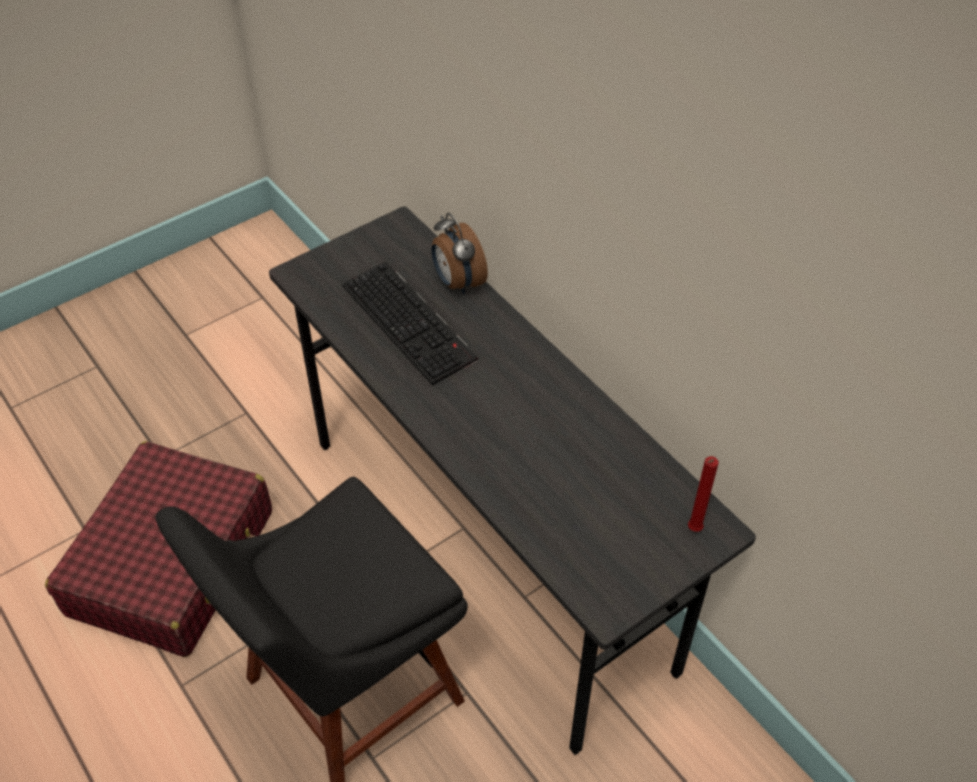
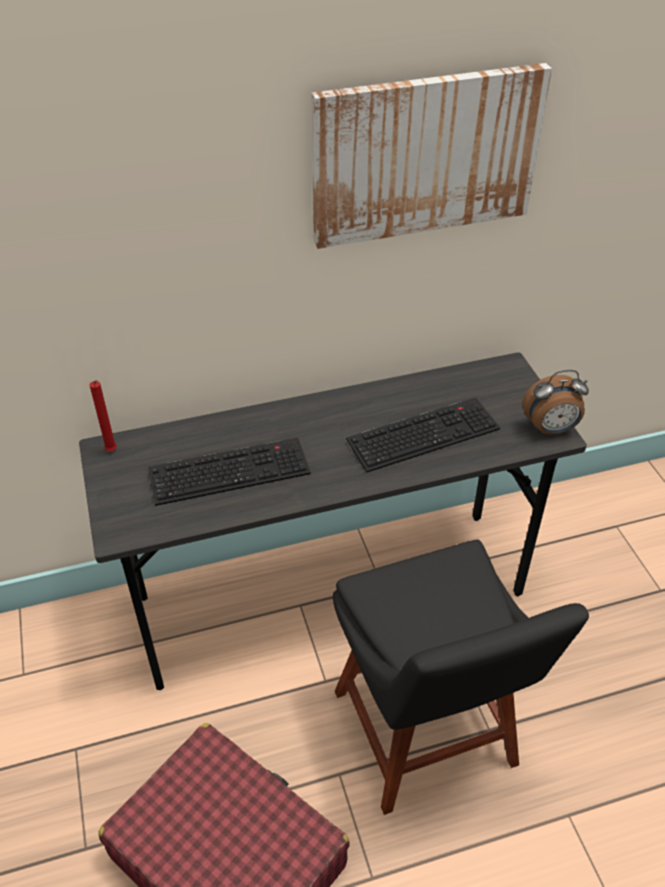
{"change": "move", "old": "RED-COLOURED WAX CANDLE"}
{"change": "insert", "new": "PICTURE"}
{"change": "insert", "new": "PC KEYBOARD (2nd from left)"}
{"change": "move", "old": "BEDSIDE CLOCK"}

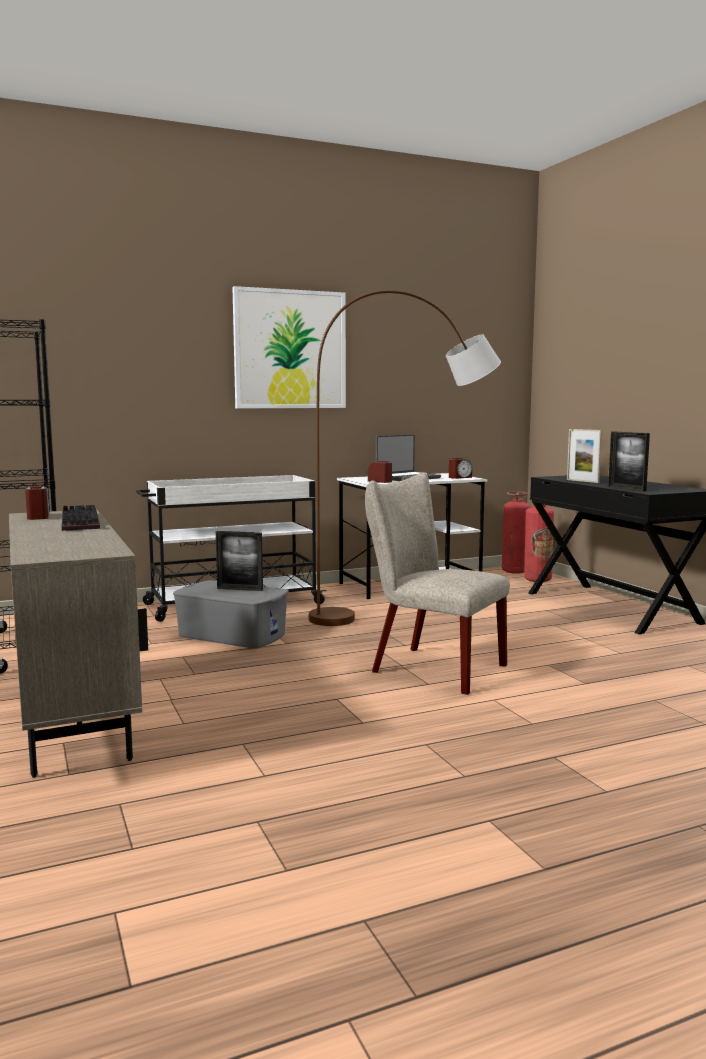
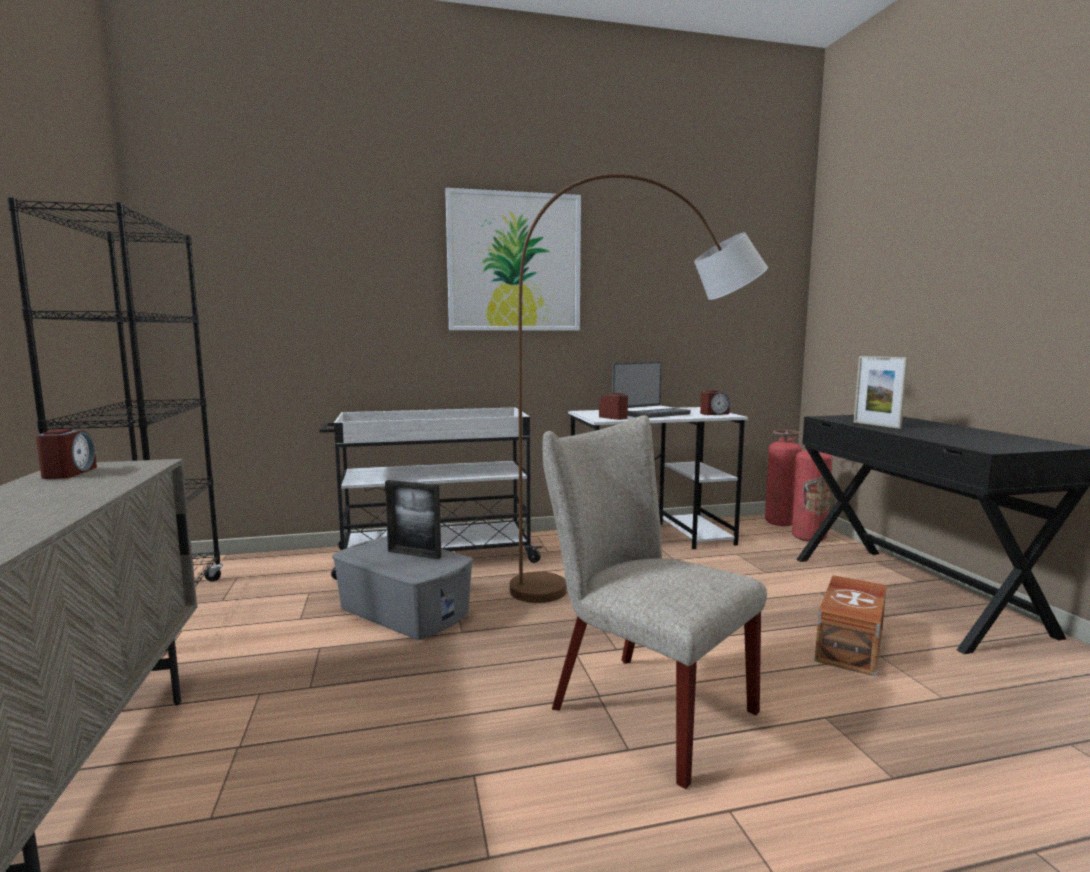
{"change": "insert", "new": "BROWN STORAGE BOX"}
{"change": "delete", "old": "PC KEYBOARD"}
{"change": "delete", "old": "PICTURE FRAME (3rd from left)"}

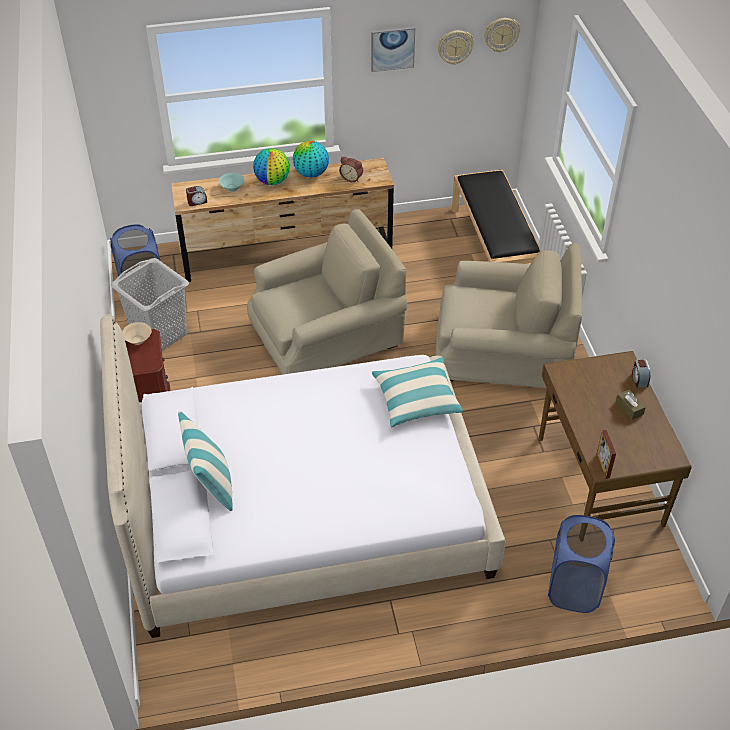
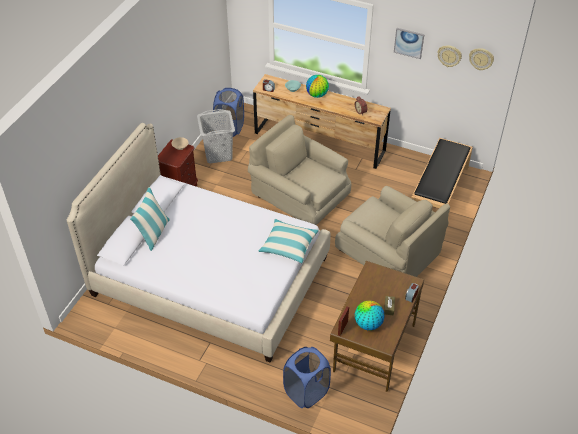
{"change": "rotate", "old": "BEIGE ARMCHAIR (1st from left)", "degrees": -150}
{"change": "move", "old": "GLOBE (2nd from left)"}

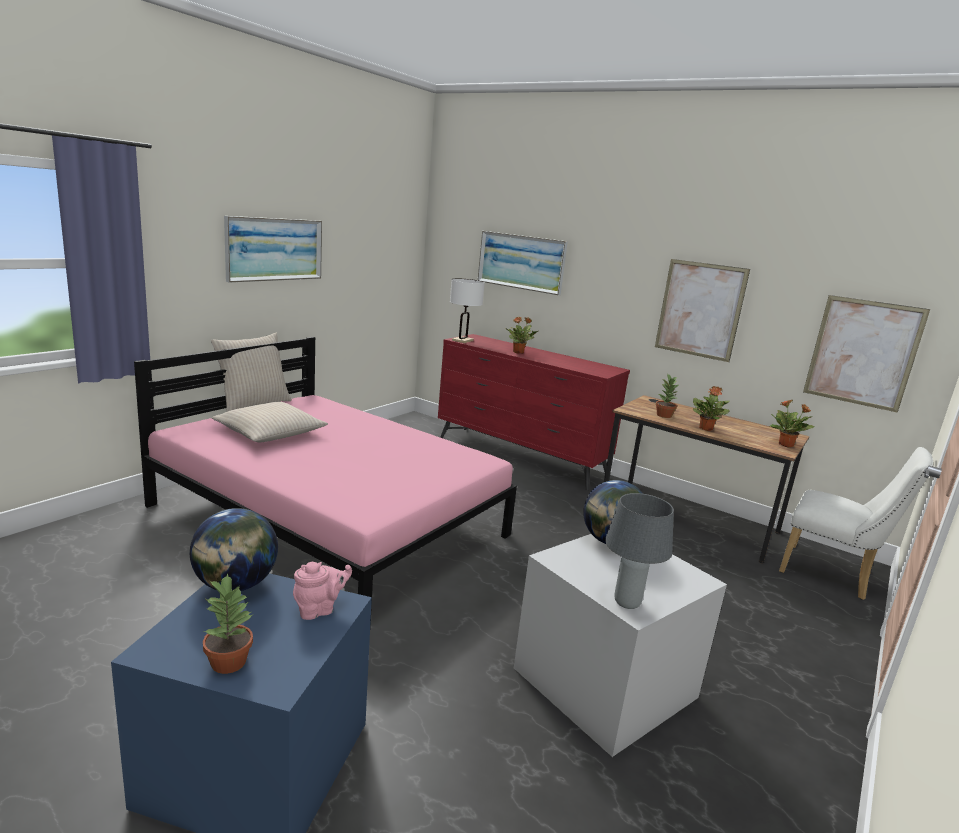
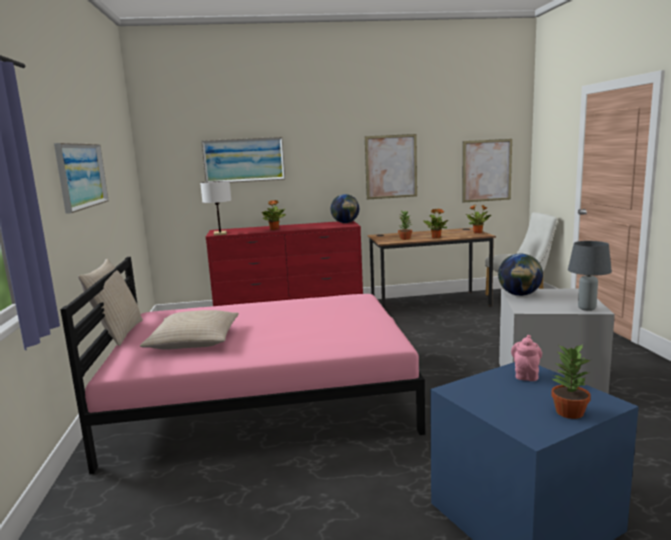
{"change": "move", "old": "GLOBE (1st from left)"}

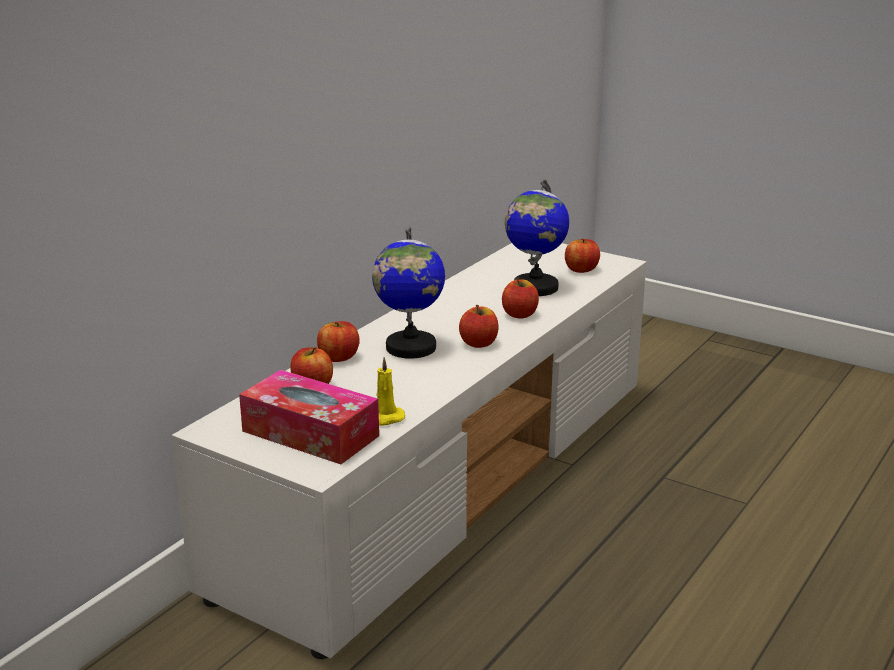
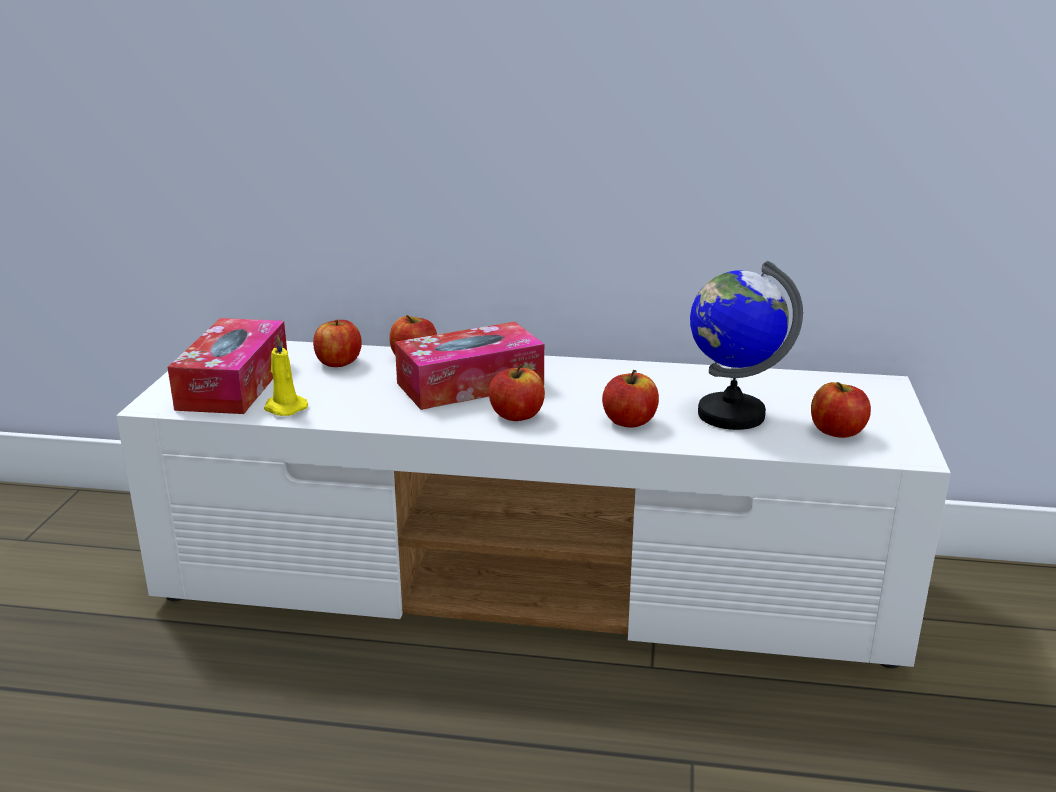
{"change": "replace", "old": "GLOBE (1st from left)", "new": "TISSUE BOX (2nd from left)"}

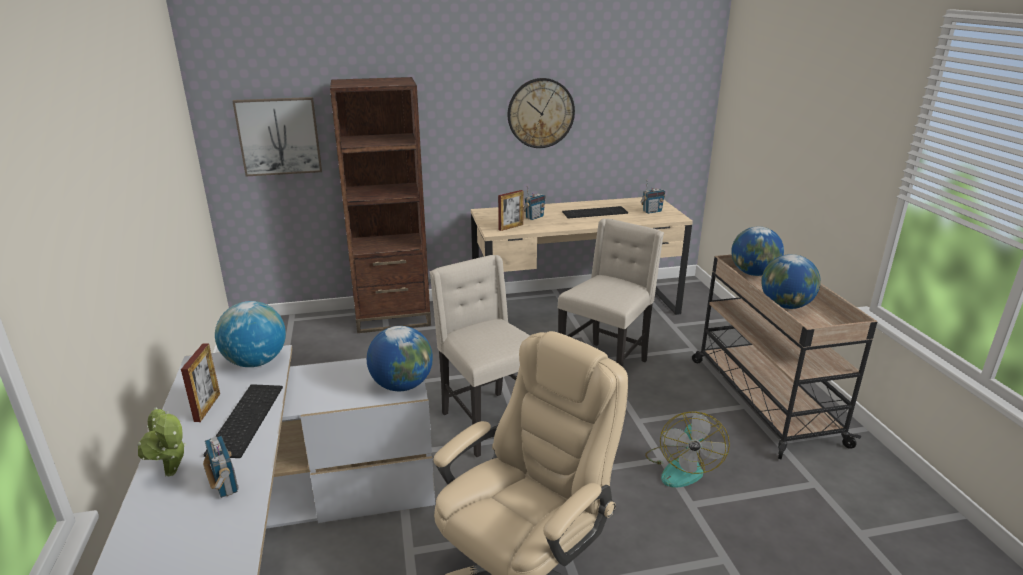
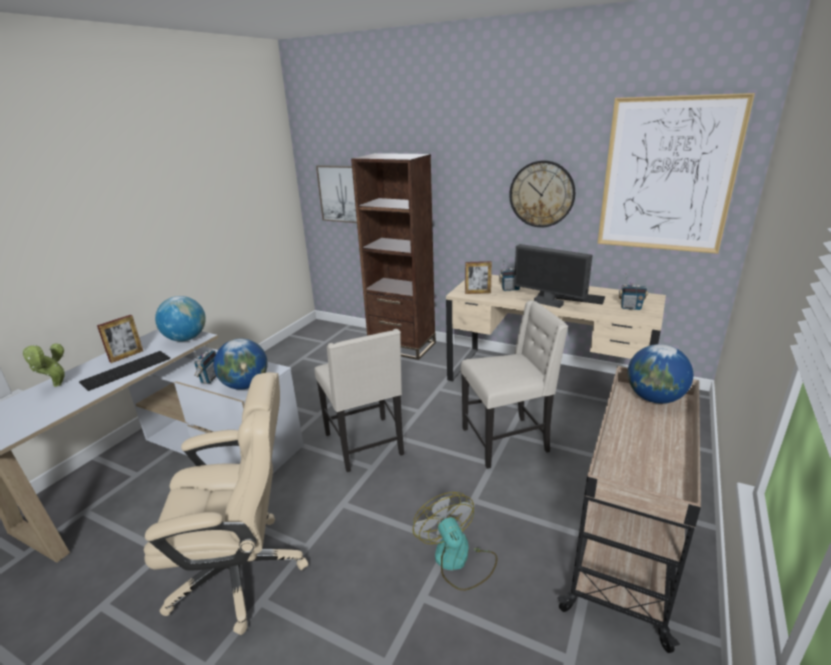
{"change": "move", "old": "RADIO RECEIVER (1st from left)"}
{"change": "rotate", "old": "BEIGE PLAIN CHAIR (1st from left)", "degrees": 150}
{"change": "rotate", "old": "COOLING FAN", "degrees": 105}
{"change": "insert", "new": "MONITOR"}
{"change": "insert", "new": "PICTURE (2nd from left)"}
{"change": "delete", "old": "GLOBE (4th from left)"}

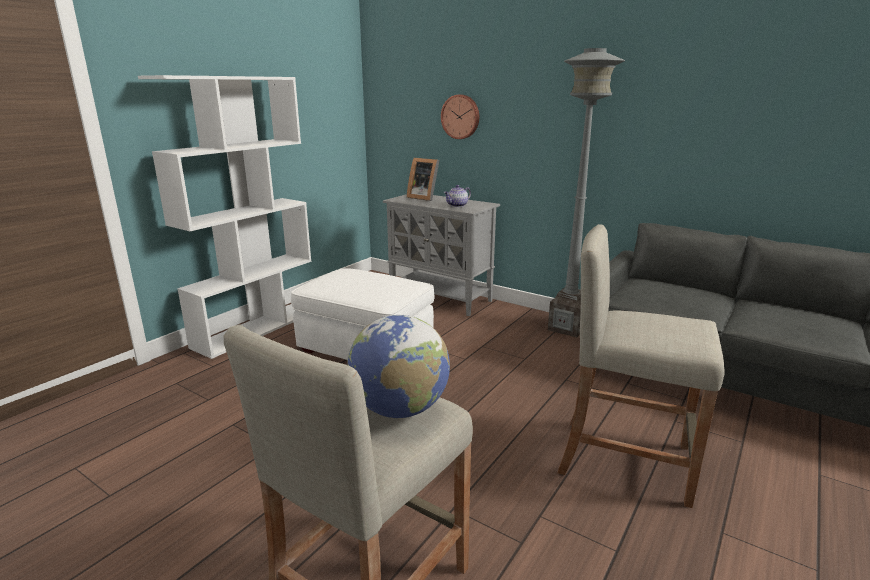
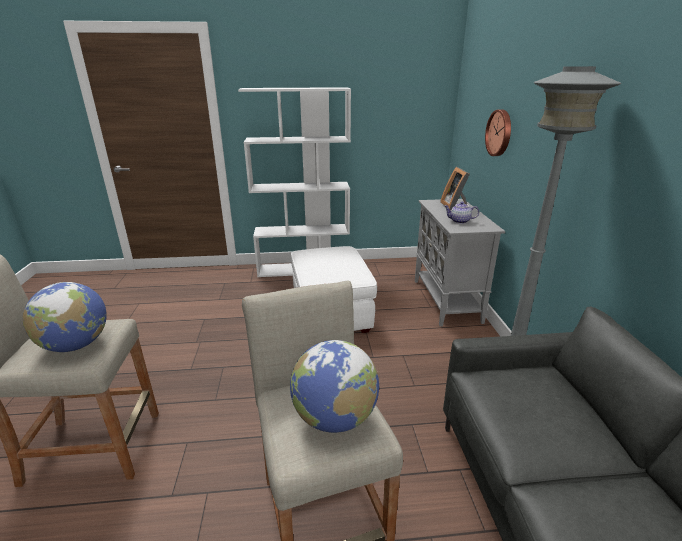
{"change": "insert", "new": "GLOBE (2nd from left)"}

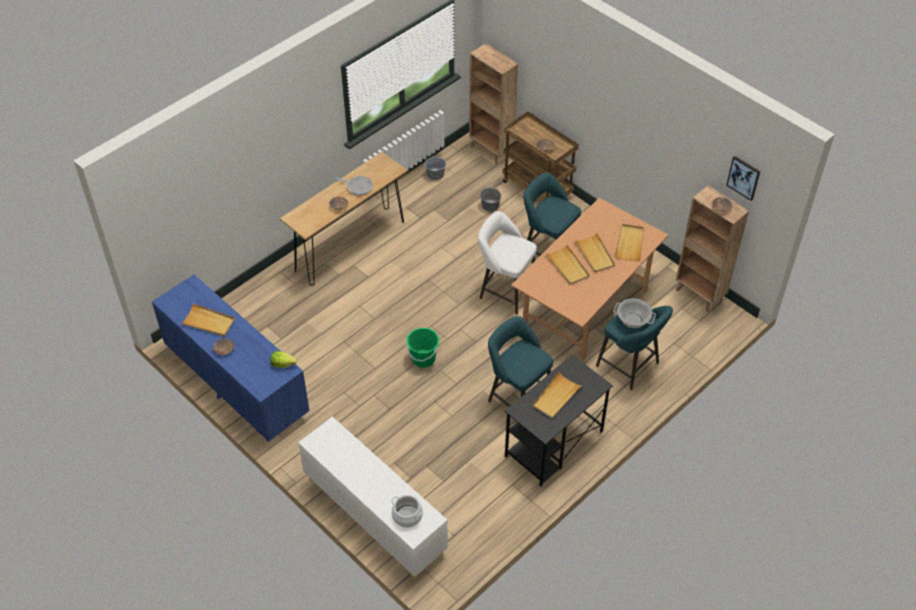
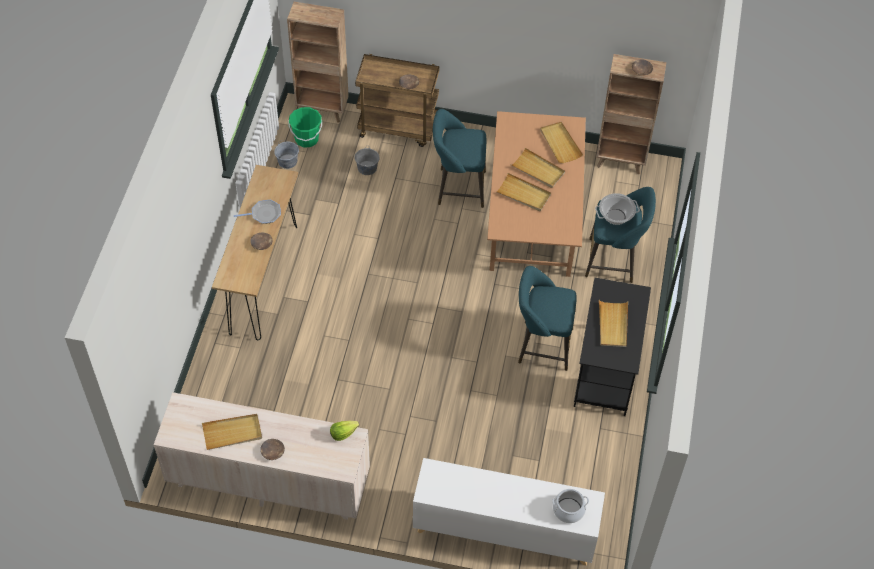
{"change": "recolor", "old": "BLUISH CHEST OF DRAWERS", "new": "BEIGE CHEST OF DRAWERS"}
{"change": "move", "old": "GREEN-COLOURED WATER BUCKET"}
{"change": "delete", "old": "WHITE-COLOURED SITTING STOOL"}
{"change": "delete", "old": "PICTURE"}

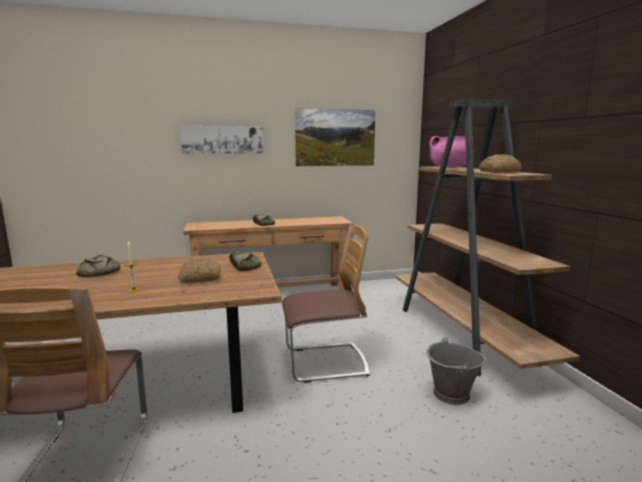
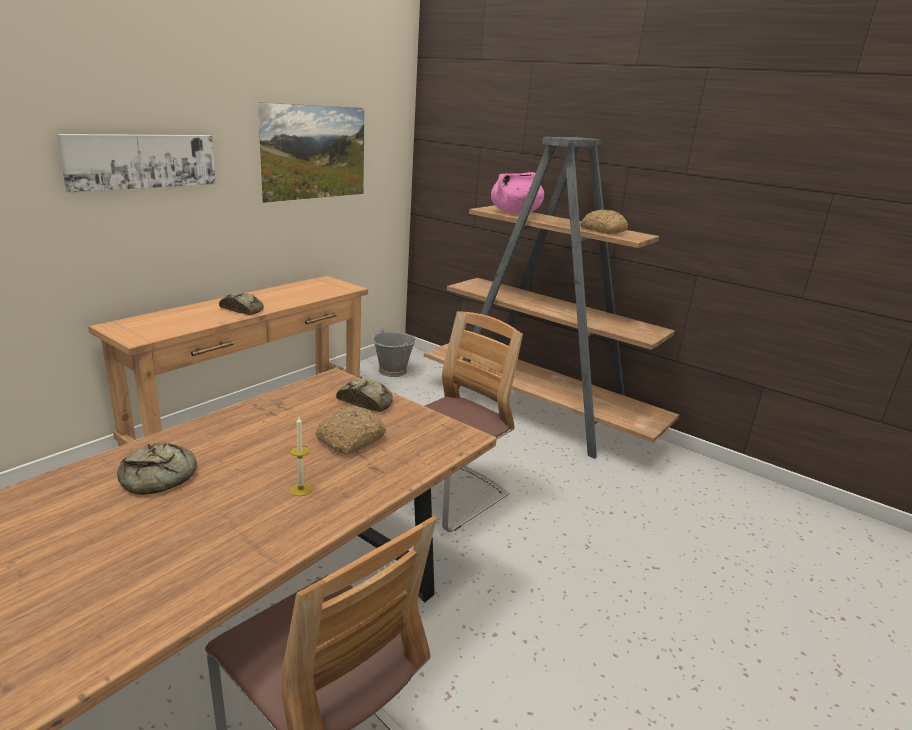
{"change": "move", "old": "GREYISH WATER BUCKET"}

